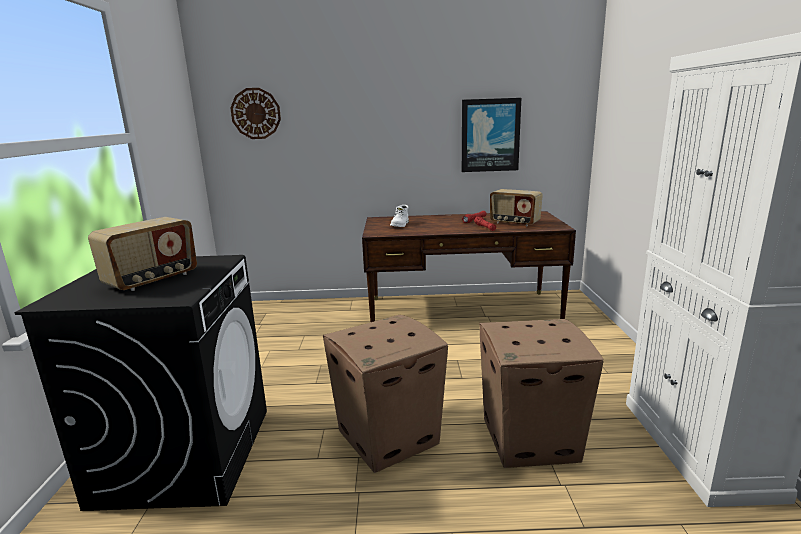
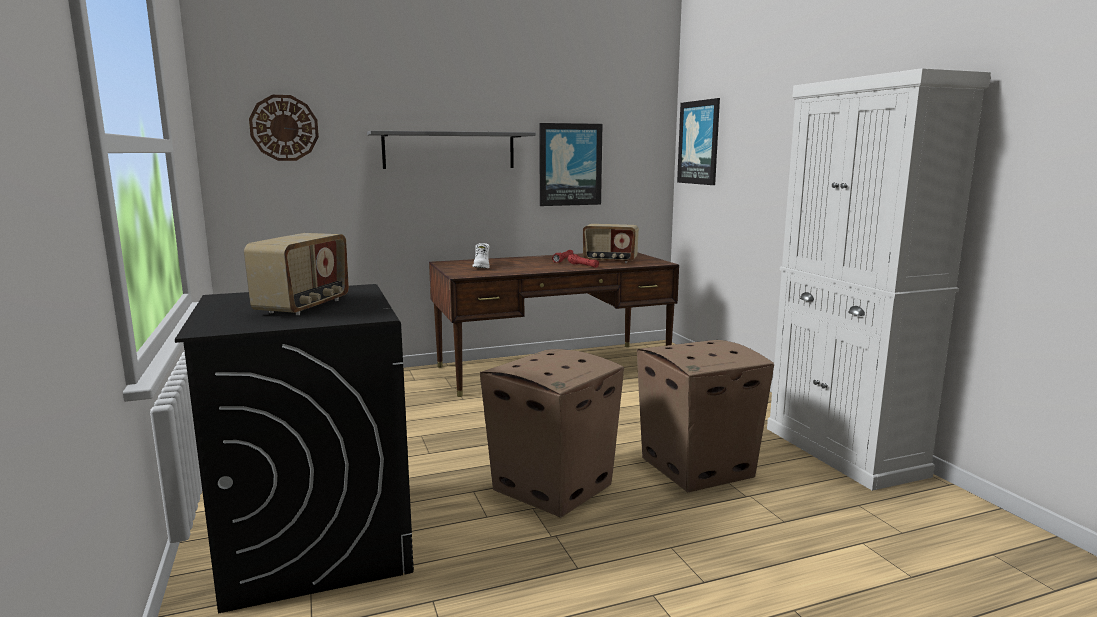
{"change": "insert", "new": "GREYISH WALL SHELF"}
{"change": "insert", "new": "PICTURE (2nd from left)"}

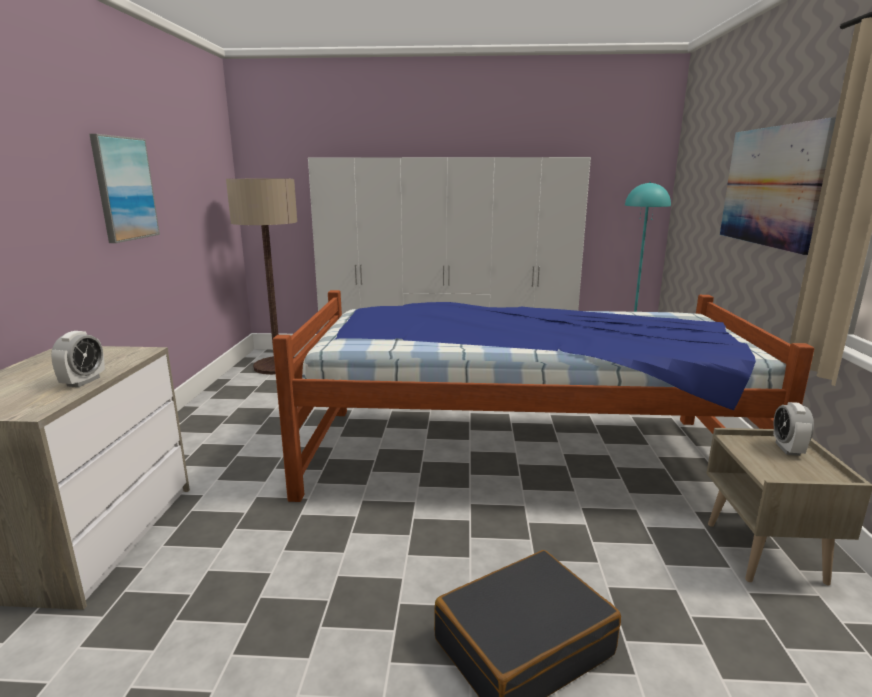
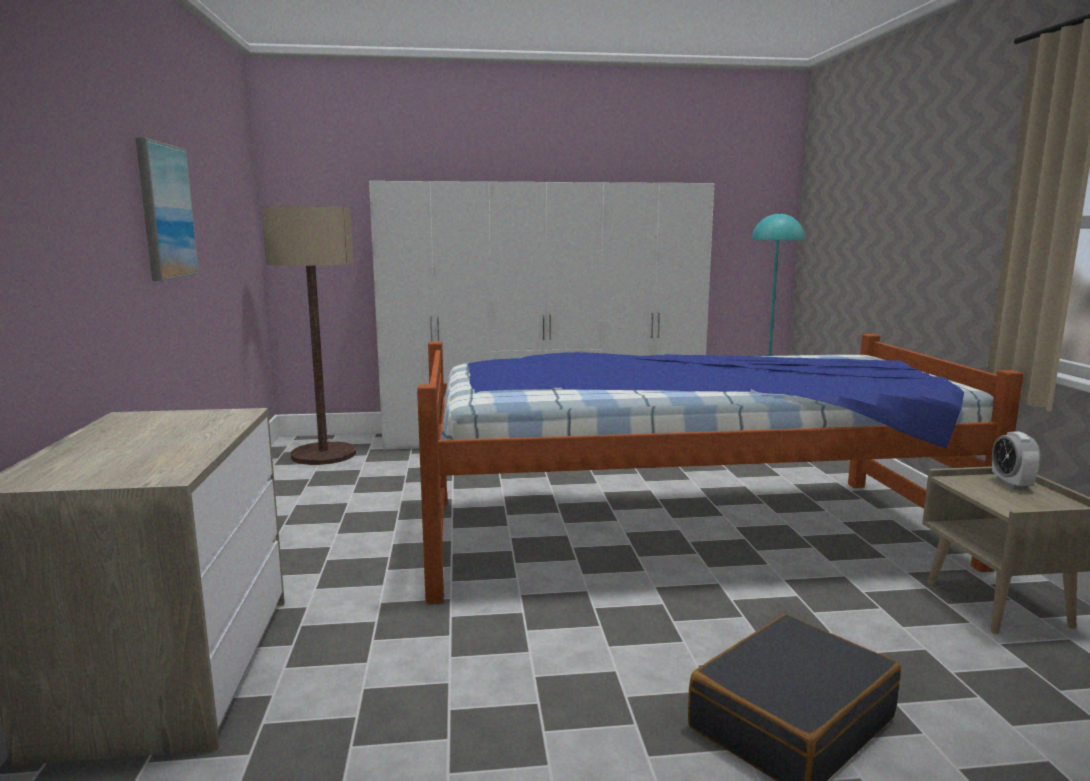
{"change": "delete", "old": "BEDSIDE CLOCK (1st from left)"}
{"change": "delete", "old": "PICTURE (2nd from left)"}

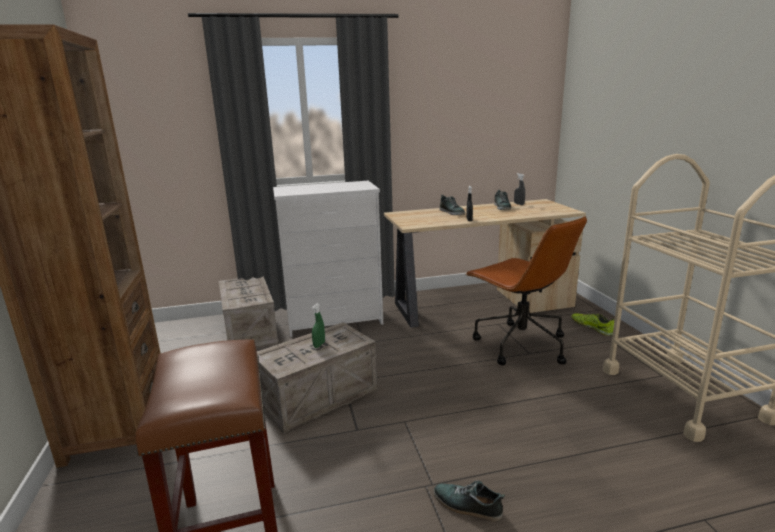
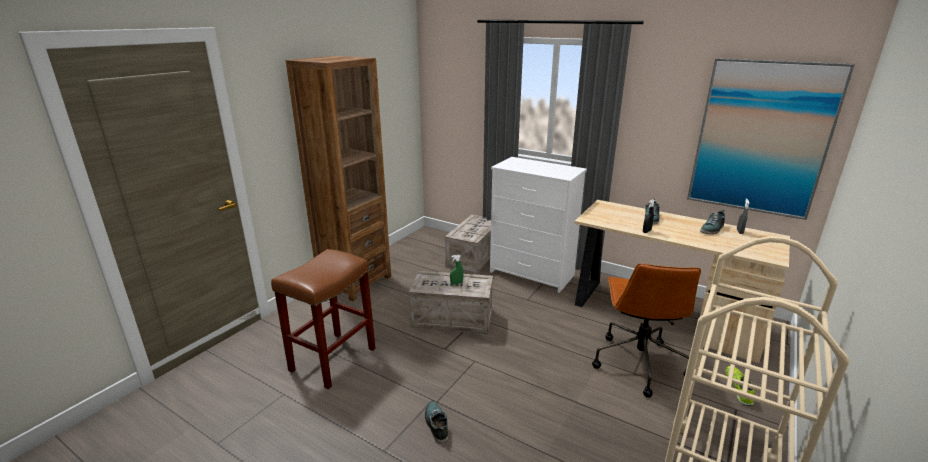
{"change": "insert", "new": "PICTURE"}

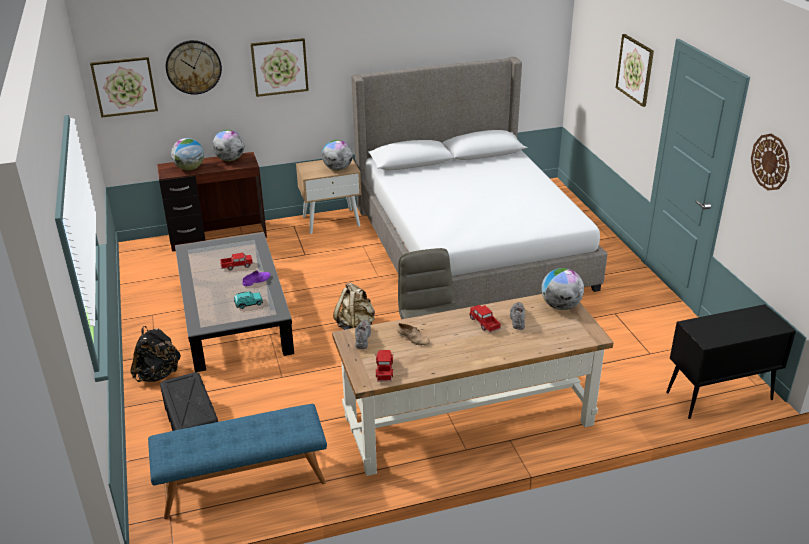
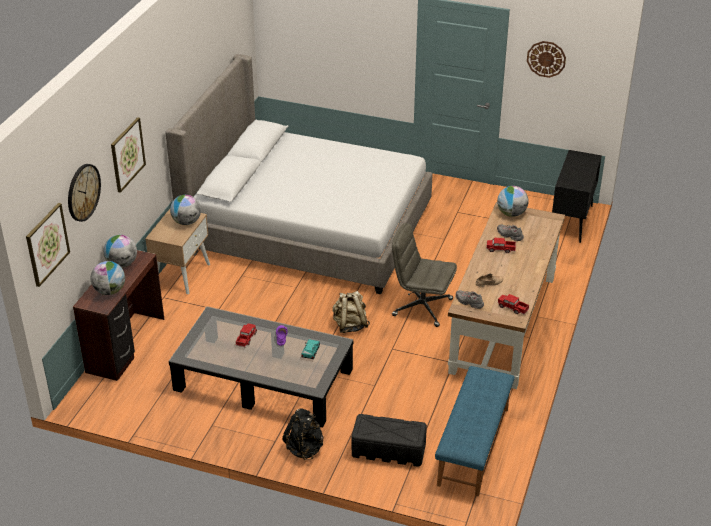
{"change": "delete", "old": "PICTURE (3rd from left)"}

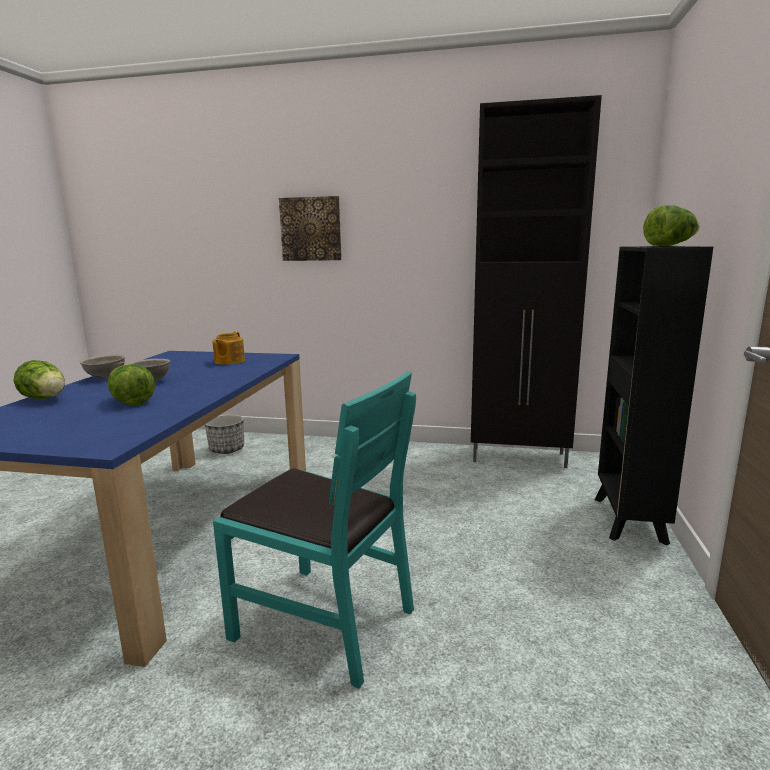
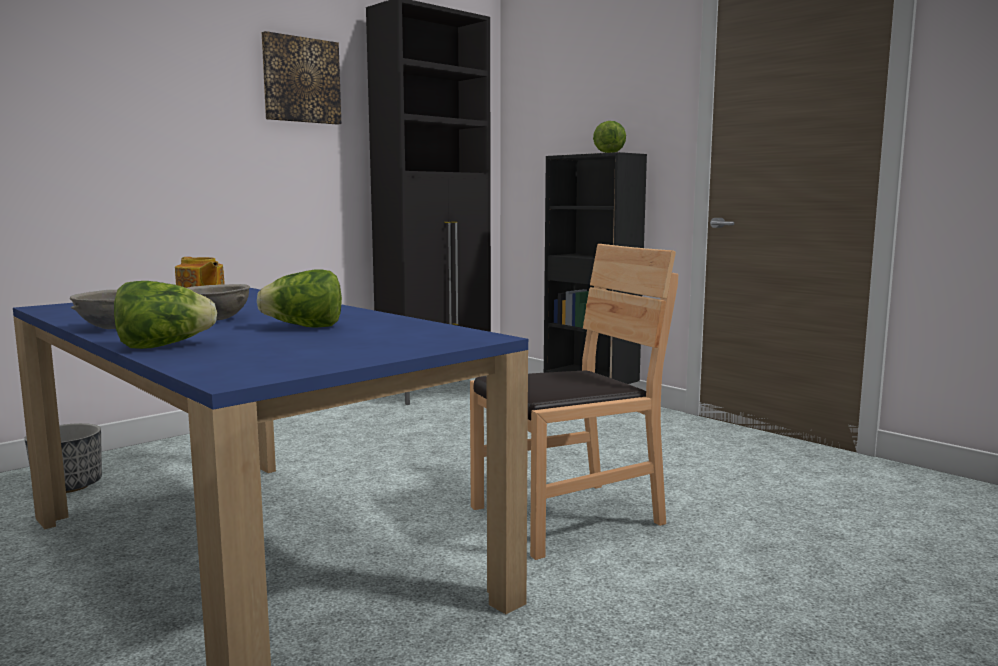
{"change": "move", "old": "PICTURE"}
{"change": "recolor", "old": "TURQUOISE-COLOURED PLAIN CHAIR", "new": "BROWN PLAIN CHAIR"}

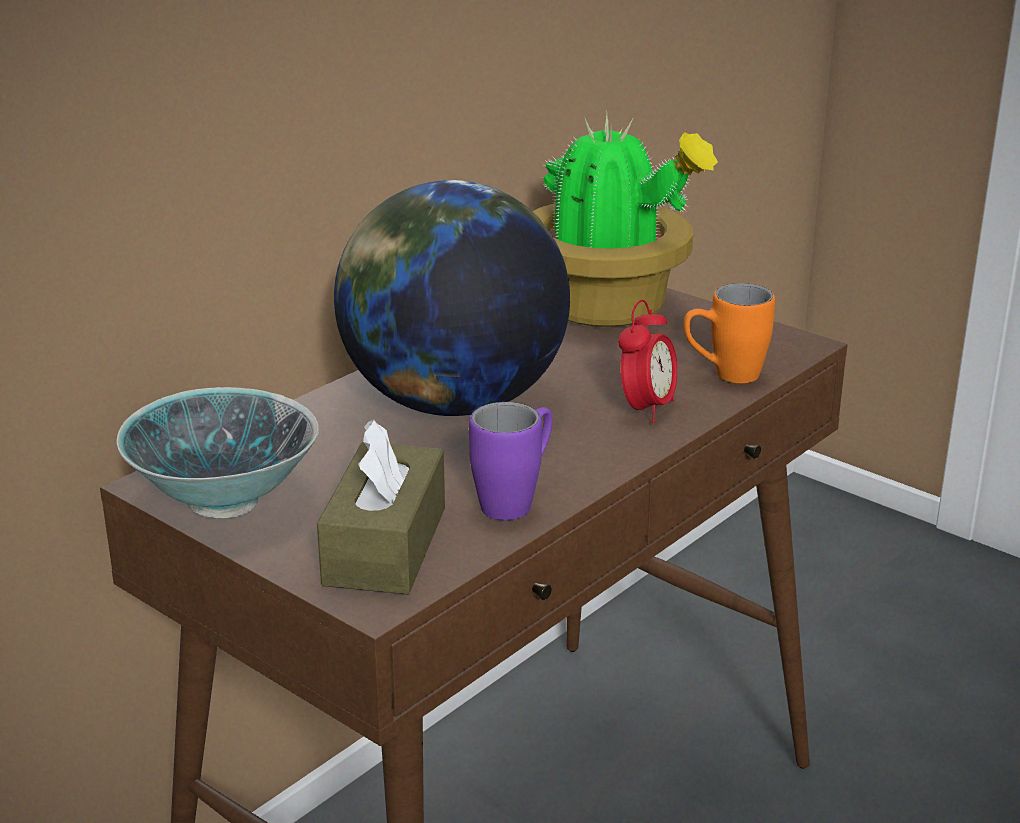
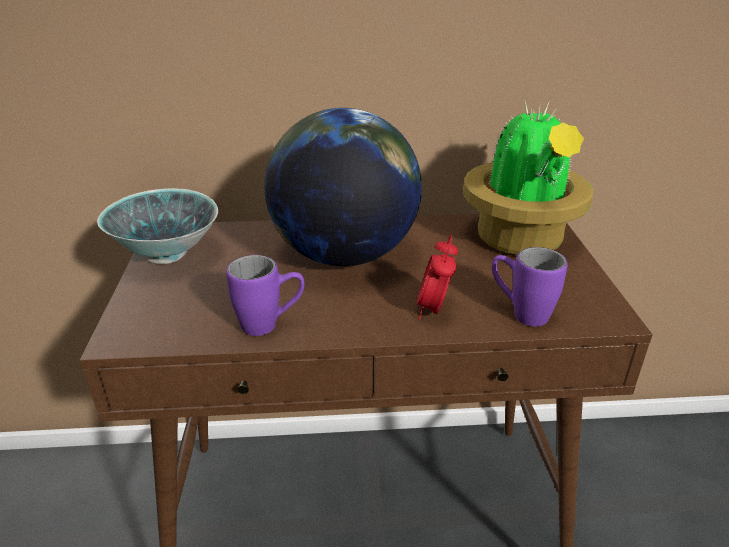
{"change": "rotate", "old": "BEDSIDE CLOCK", "degrees": 120}
{"change": "recolor", "old": "ORANGE TEA MUG", "new": "PURPLE TEA MUG (2nd from left)"}
{"change": "delete", "old": "BROWN TISSUE BOX"}

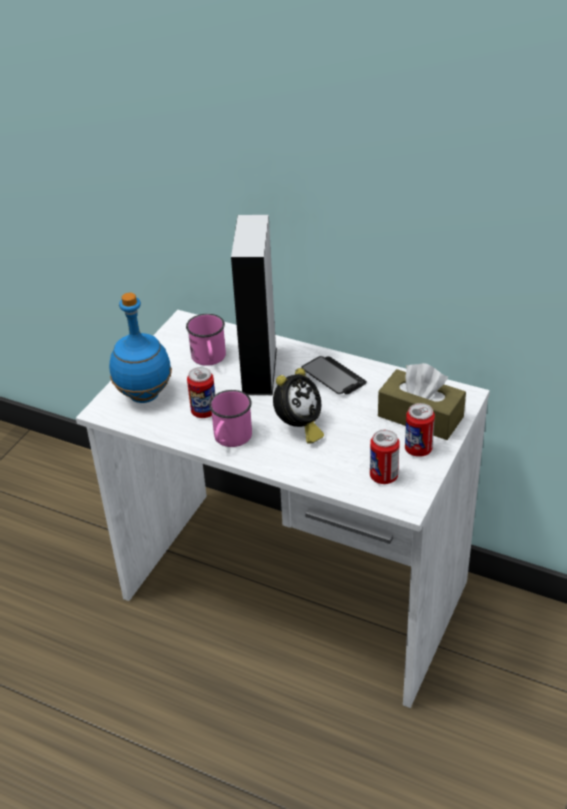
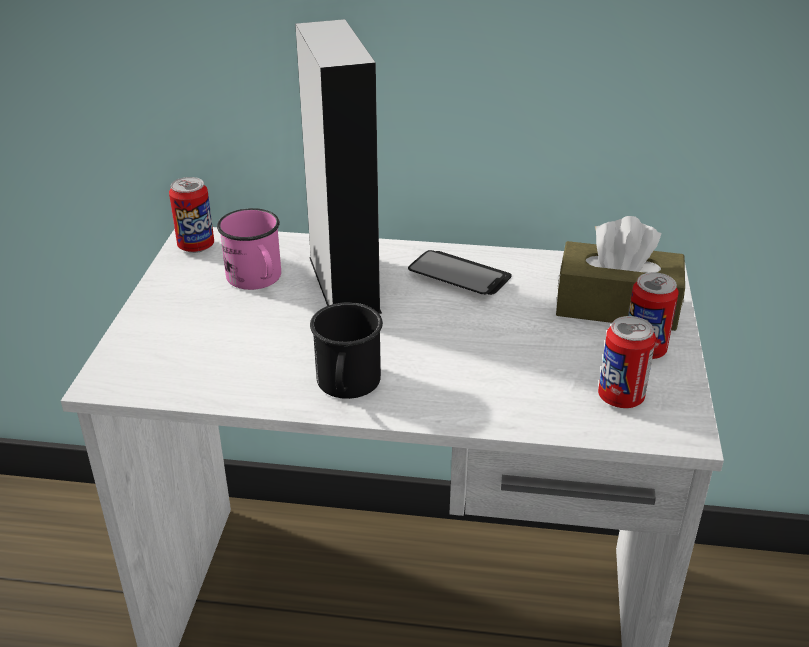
{"change": "move", "old": "SEALED CAN (1st from left)"}
{"change": "recolor", "old": "PINK TEA MUG (2nd from left)", "new": "BLACK TEA MUG"}
{"change": "delete", "old": "BLUISH BEVERAGE BOTTLE"}
{"change": "delete", "old": "BEDSIDE CLOCK"}

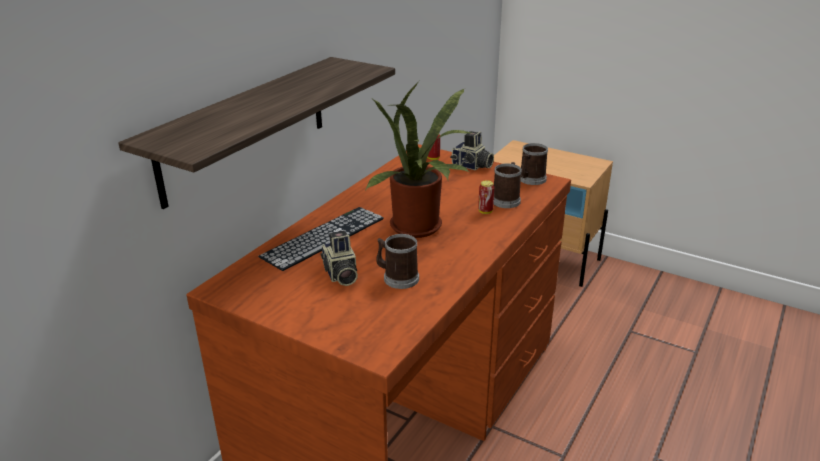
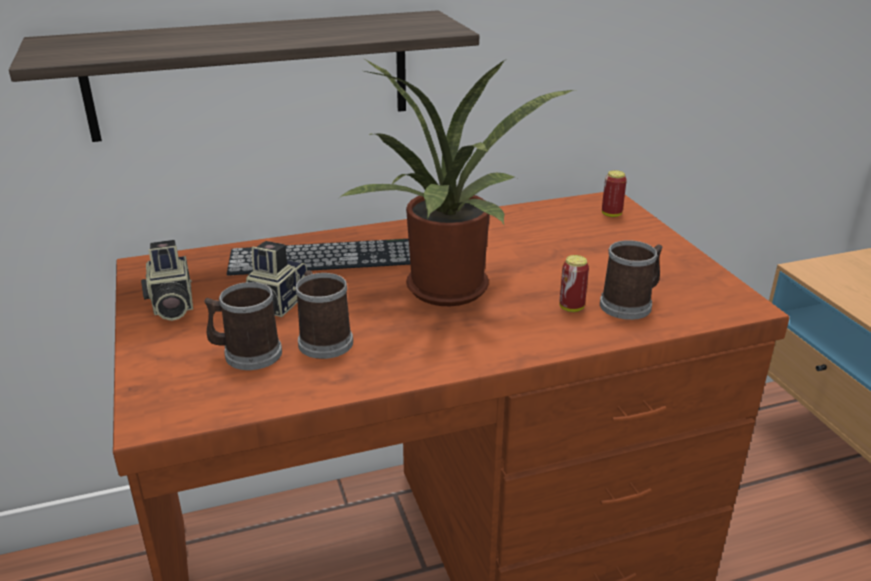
{"change": "move", "old": "PHOTO CAMERA (2nd from left in the first image)", "new": "PHOTO CAMERA (1st from left)"}
{"change": "move", "old": "TEA MUG (3rd from left in the first image)", "new": "TEA MUG (1st from left)"}

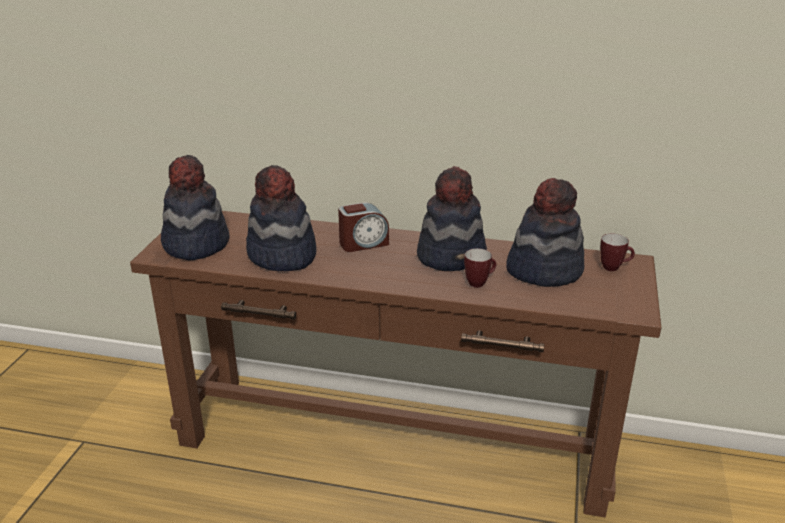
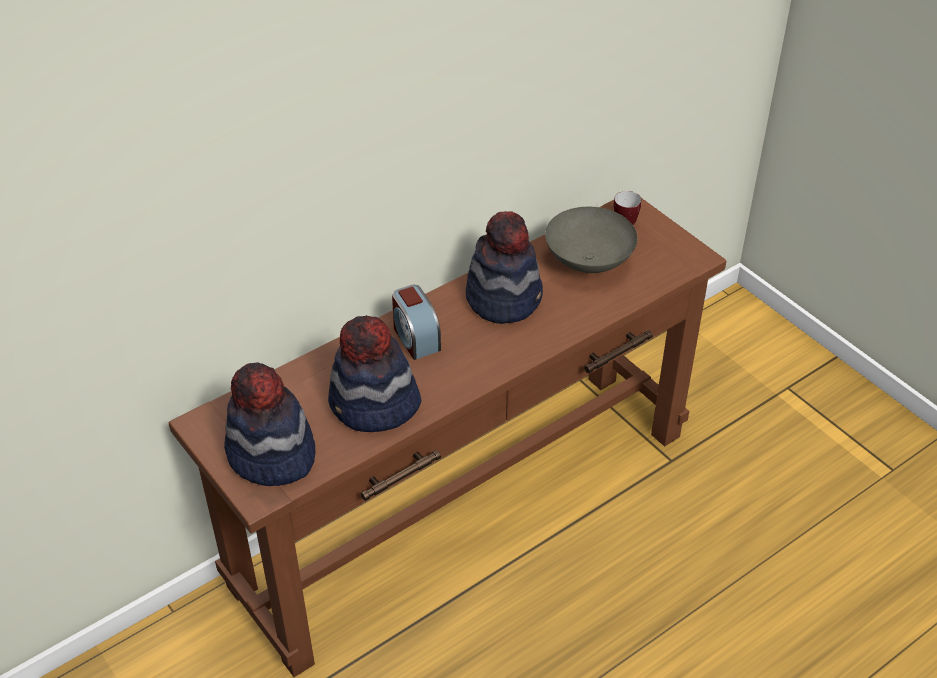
{"change": "rotate", "old": "BEDSIDE CLOCK", "degrees": 135}
{"change": "replace", "old": "HAT (4th from left)", "new": "GREYISH SERVING BOWL"}
{"change": "delete", "old": "TEA MUG (1st from left)"}

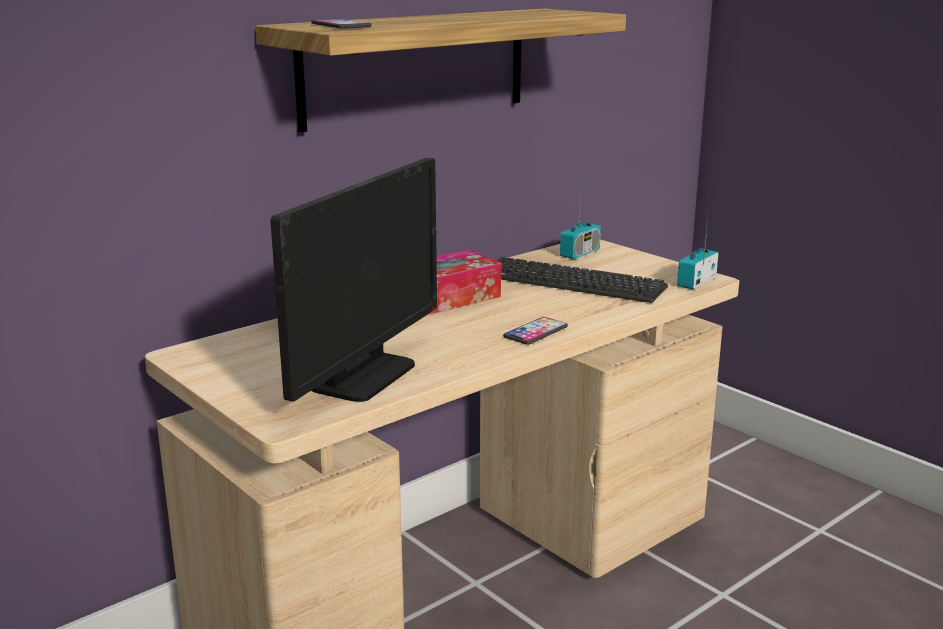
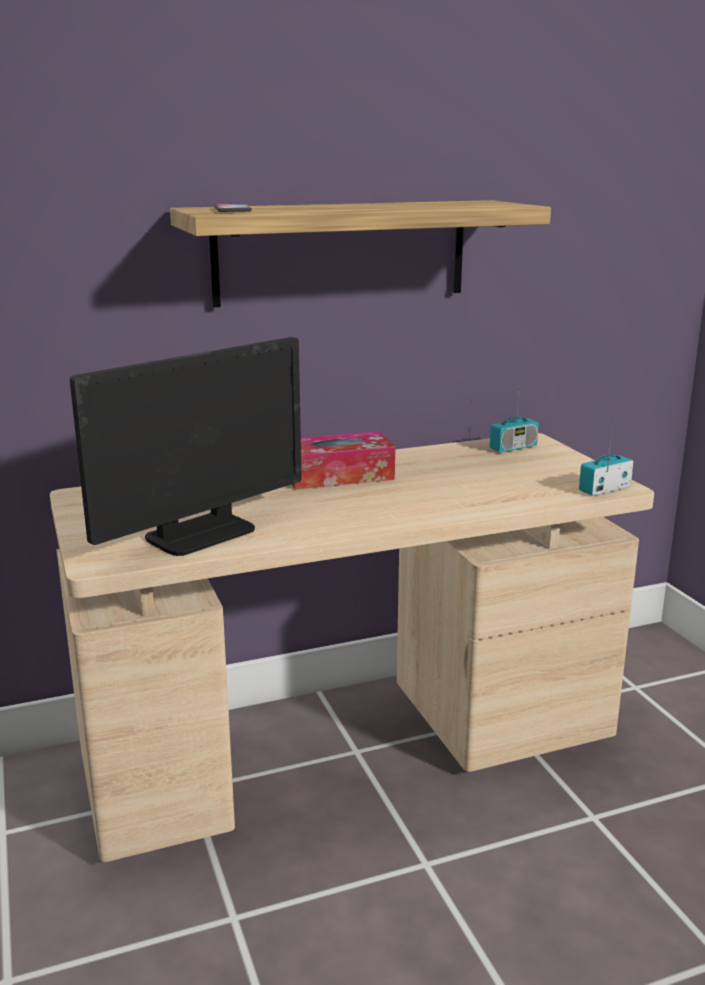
{"change": "delete", "old": "PC KEYBOARD"}
{"change": "delete", "old": "TELEPHONE (2nd from left)"}

